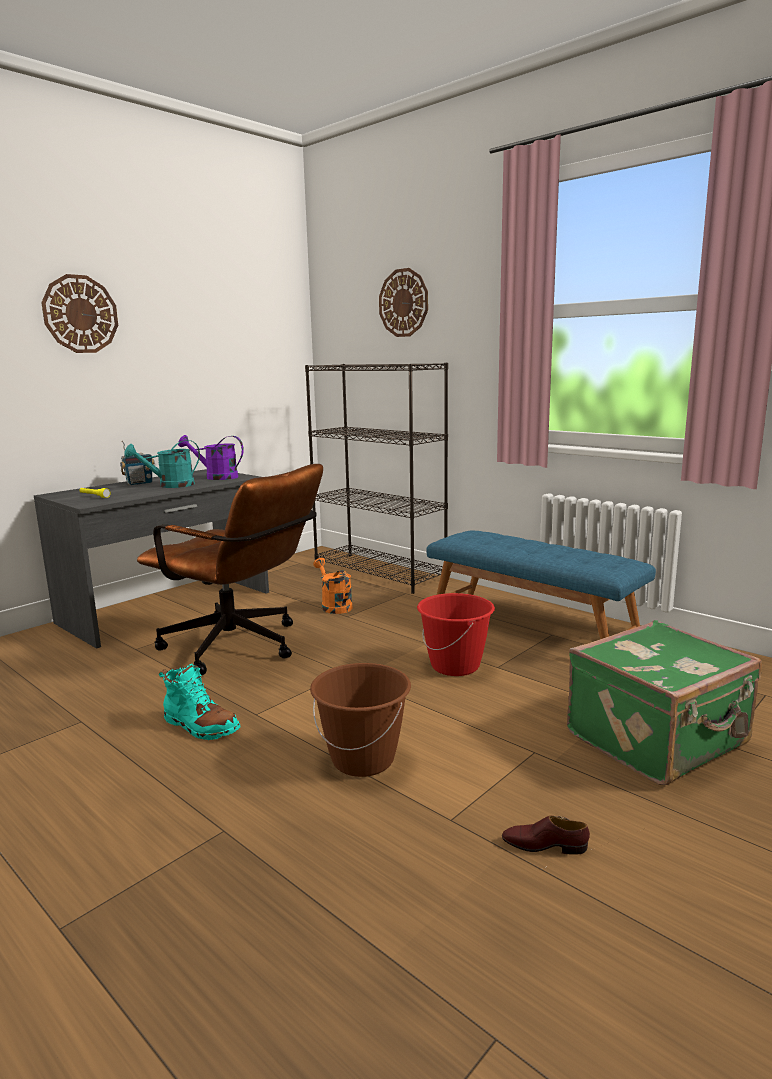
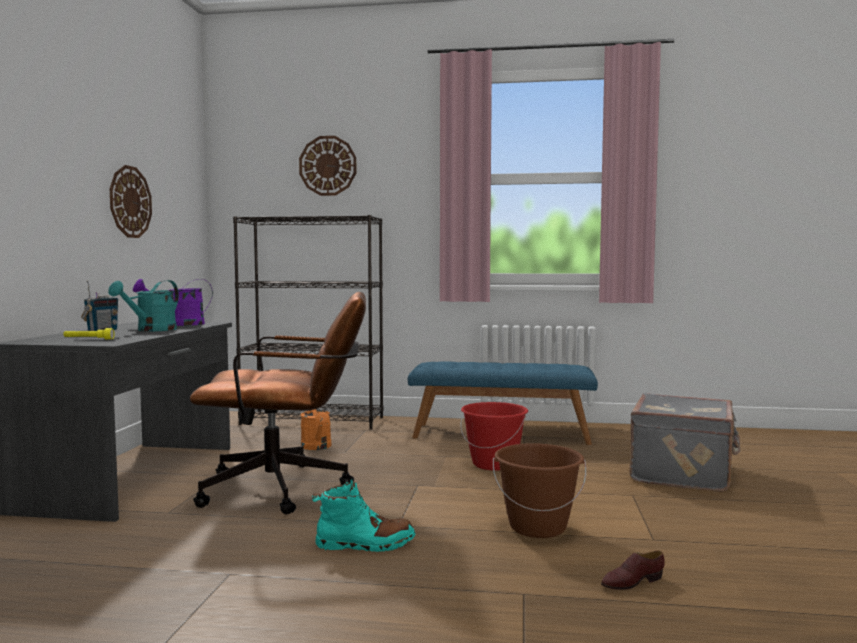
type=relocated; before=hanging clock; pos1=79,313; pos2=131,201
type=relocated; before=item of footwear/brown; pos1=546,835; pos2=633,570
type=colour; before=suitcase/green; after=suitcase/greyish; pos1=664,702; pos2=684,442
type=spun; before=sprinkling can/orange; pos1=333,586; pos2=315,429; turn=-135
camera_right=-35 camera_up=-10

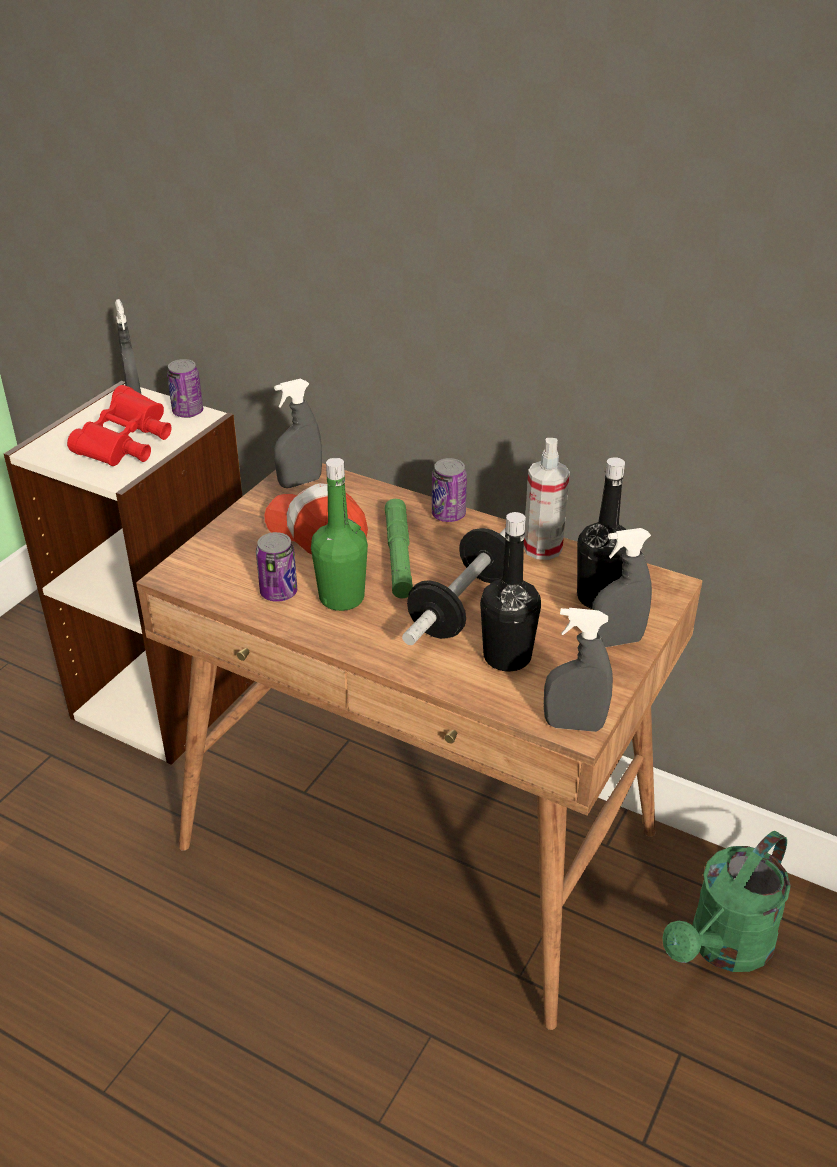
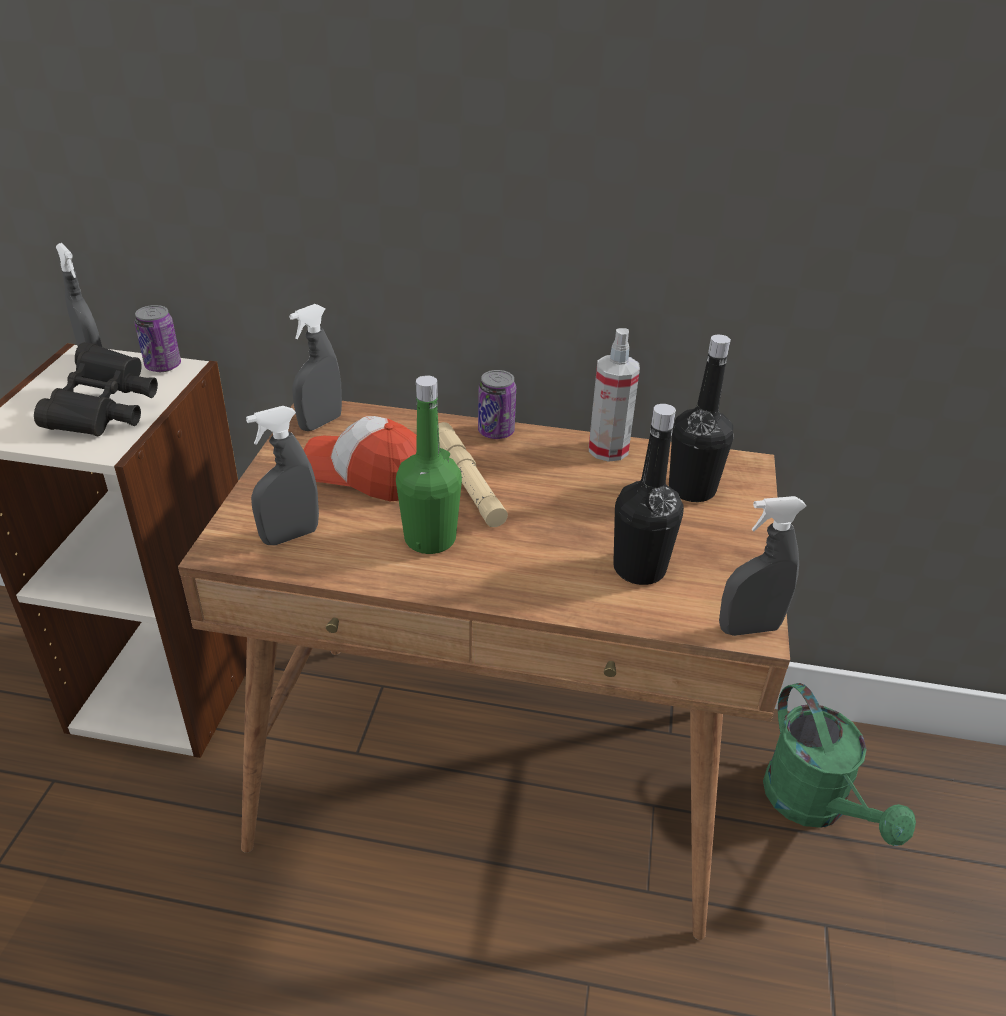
type=missing; before=sealed can; pos1=276,567
type=missing; before=free weight; pos1=454,586
type=relocated; before=sprayer/greyish; pos1=622,587; pos2=282,475
type=colour; before=binoculars/reddish; after=binoculars/black; pos1=119,425; pos2=96,389
type=colour; before=flashlight/green; after=flashlight/sand-coloured; pos1=399,548; pos2=473,474
type=spun; before=sprinkling can/green; pos1=726,901; pos2=839,764; turn=-45
camera_right=-20 camera_up=0

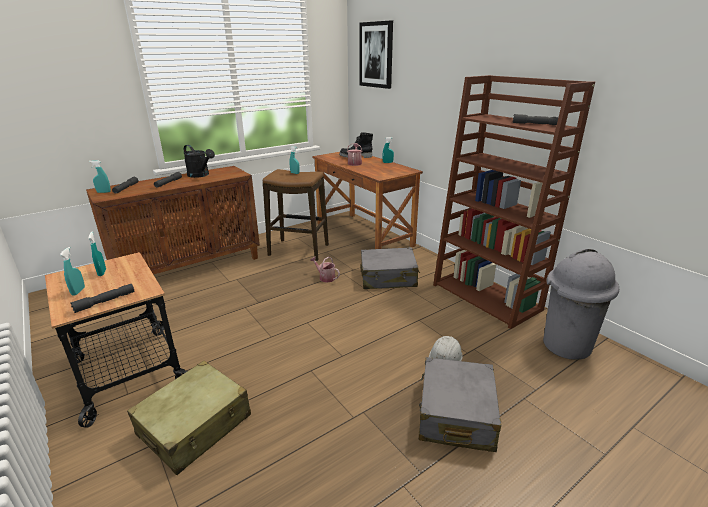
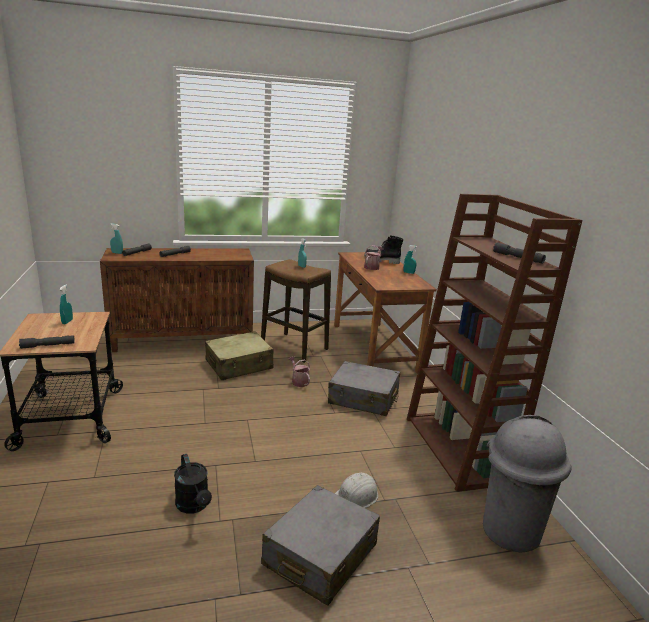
type=missing; before=sprayer/turquoise; pos1=72,271
type=missing; before=picture; pos1=376,55
type=relocated; before=suitcase/sand-coloured; pos1=189,418; pos2=239,355
type=relocated; before=sprinkling can/black; pos1=199,161; pos2=193,484
camera_right=20 camera_up=-5

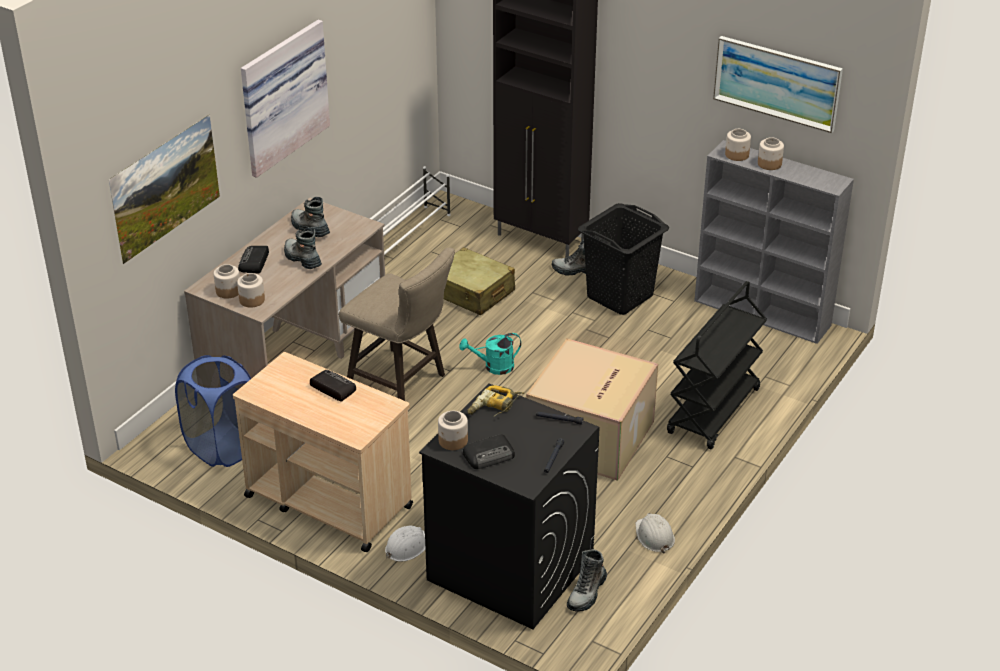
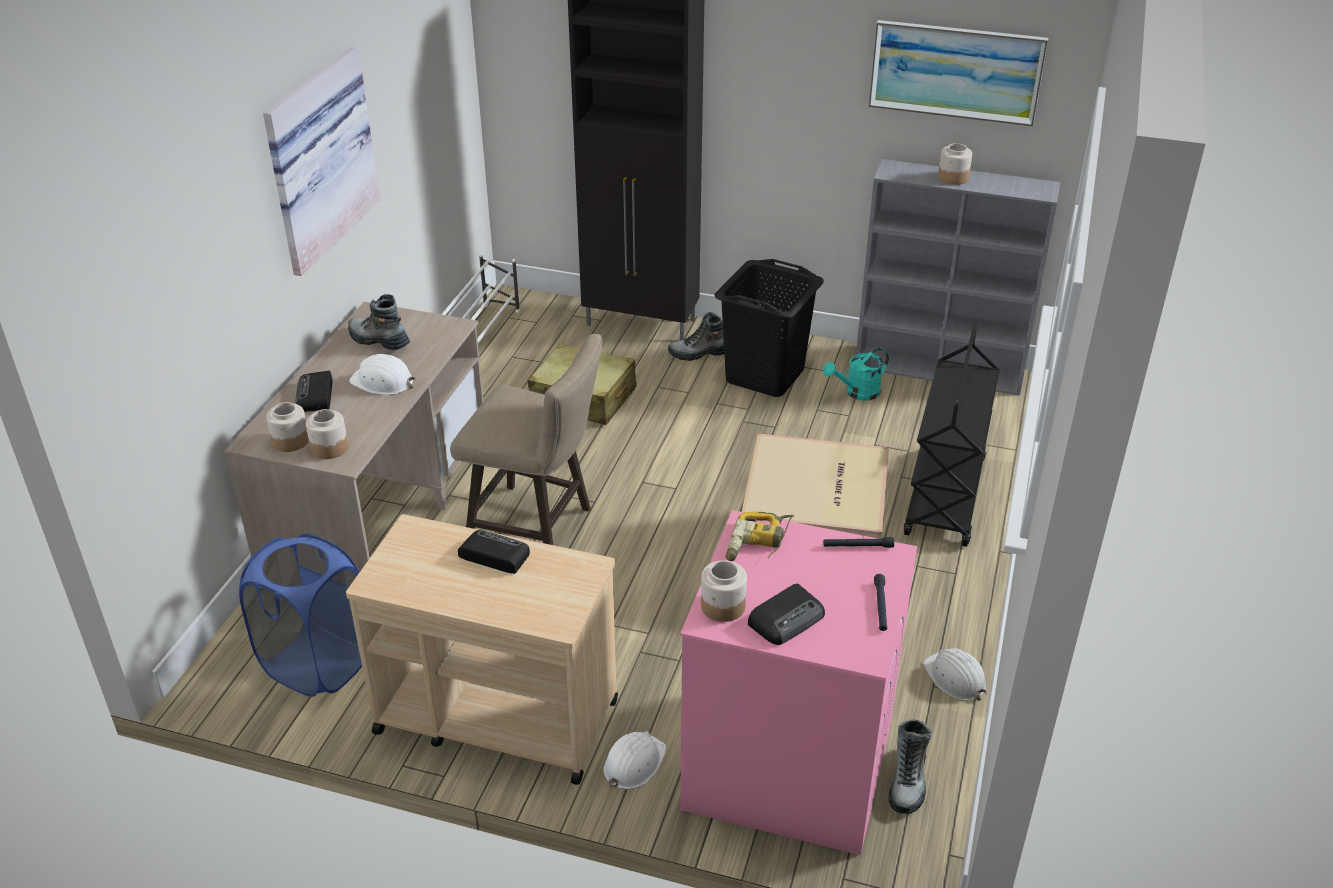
type=missing; before=picture; pos1=164,189
type=missing; before=preserve jar; pos1=738,145
type=relocated; before=sprinkling can/turquoise; pos1=490,354; pos2=856,374
type=exchanged; before=high-top boot; after=work helmet/white-coloured; pos1=303,248; pos2=382,374
type=colour; before=laundry appliance/black; after=laundry appliance/pink-coloured; pos1=509,506; pos2=798,682
camera_right=-15 camera_up=0

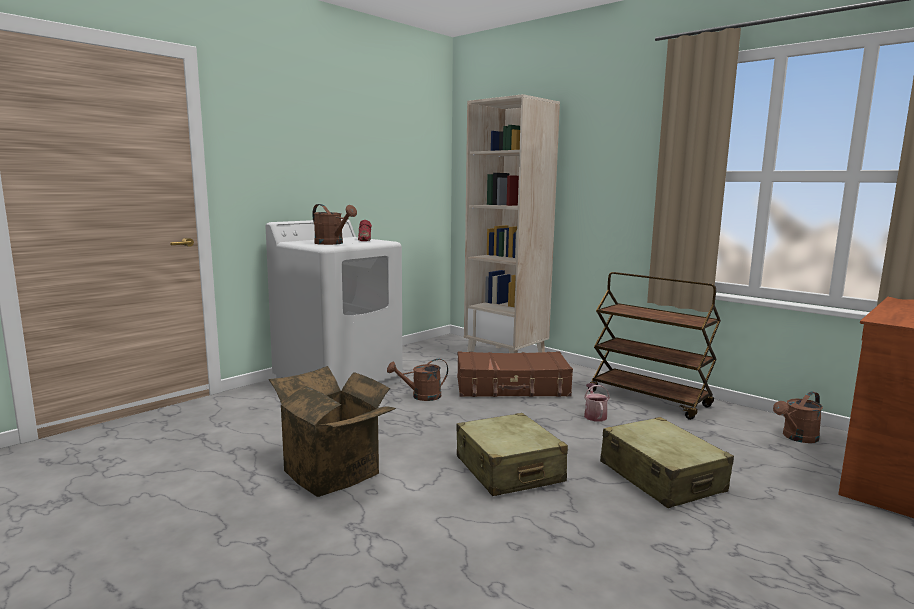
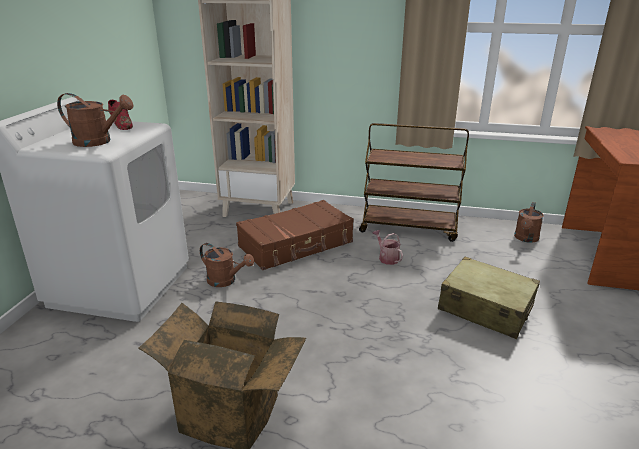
type=missing; before=suitcase/sand-coloured; pos1=512,454
type=spun; before=sprinkling can/brown; pos1=417,380; pos2=227,265; turn=-105
camera_right=-30 camera_up=15

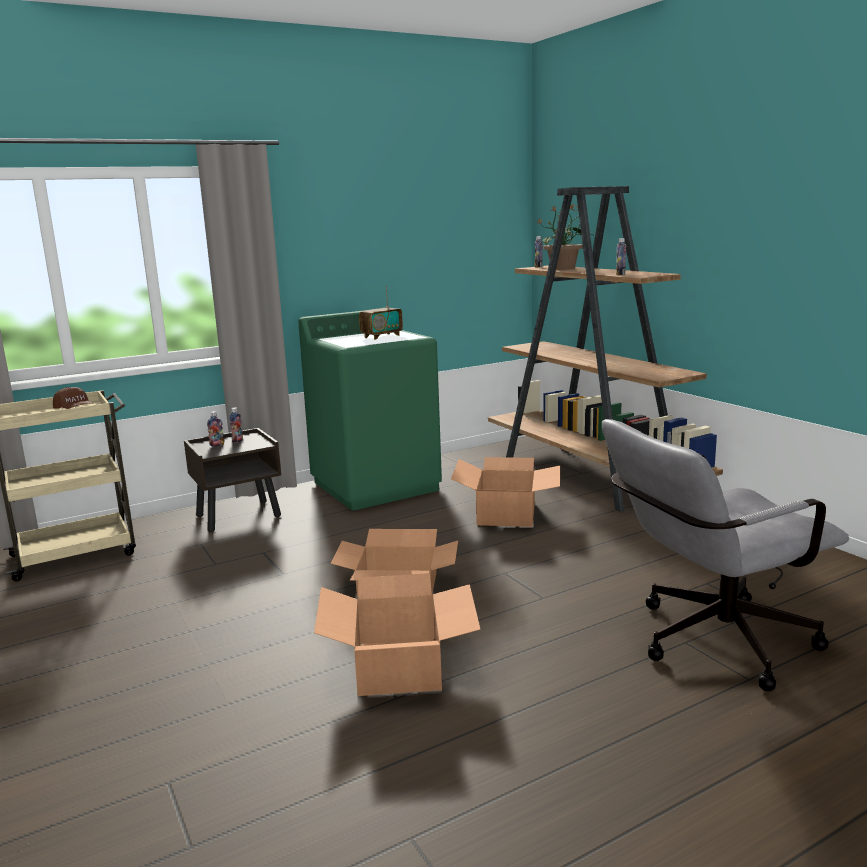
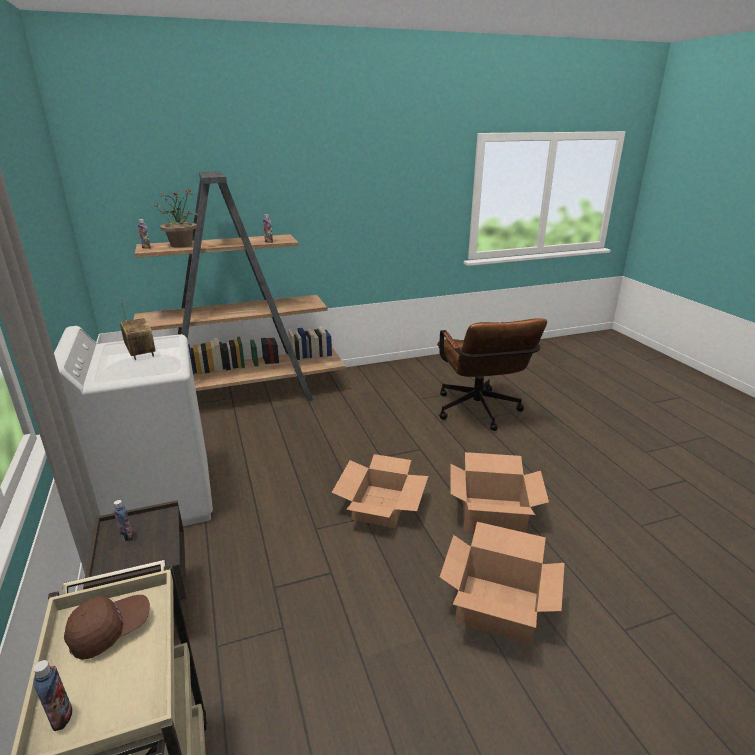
type=relocated; before=beverage bottle; pos1=215,429; pos2=52,695
type=relocated; before=carton; pos1=505,492; pos2=502,583
type=colour; before=laundry appliance/green; after=laundry appliance/white-coloured; pos1=370,410; pos2=133,426
type=colour; before=office chair/greyish; after=office chair/brown; pos1=725,555; pos2=492,375
camera_right=-80 camera_up=10

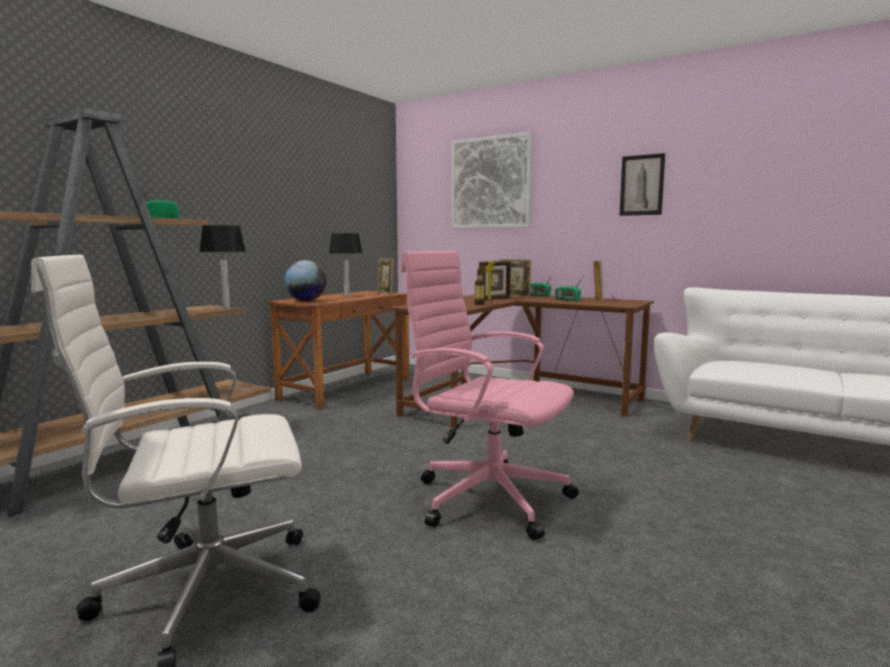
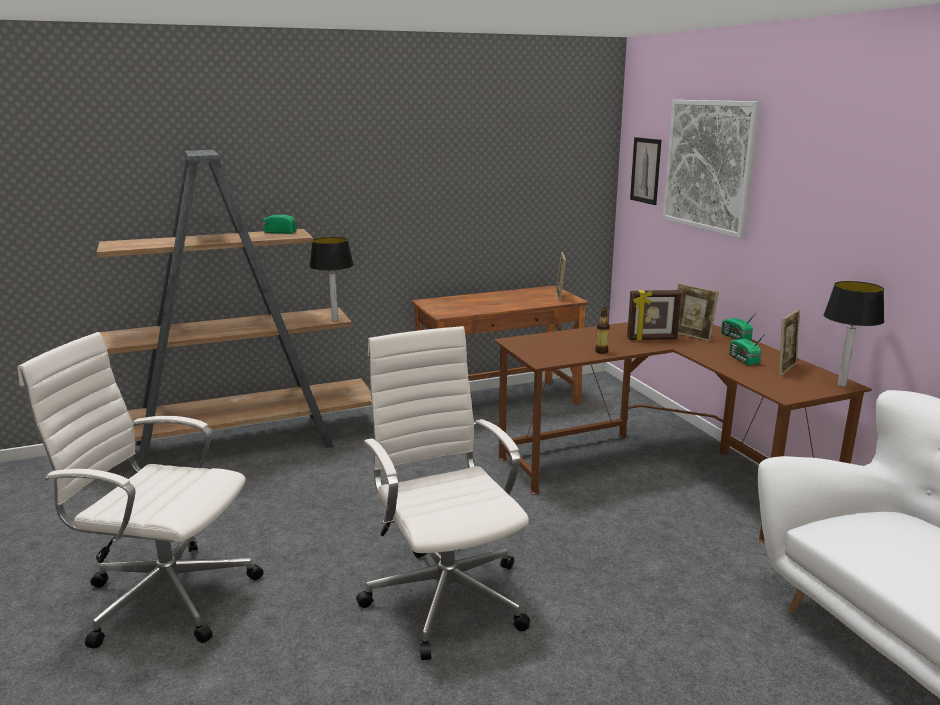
type=missing; before=globe; pos1=305,280
type=relocated; before=lamp for a table; pos1=345,265; pos2=854,334
type=relocated; before=picture; pos1=642,184; pos2=645,171
type=colour; before=office chair/pink-coloured; after=office chair/white-coloured; pos1=490,395; pos2=443,493
camera_right=35 camera_up=10

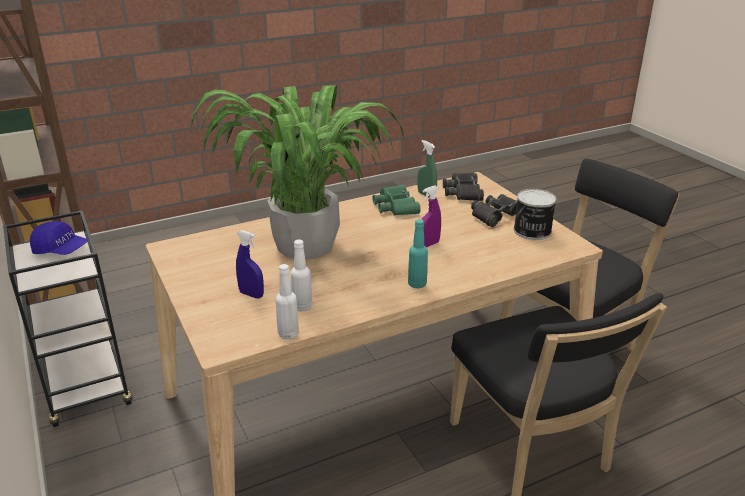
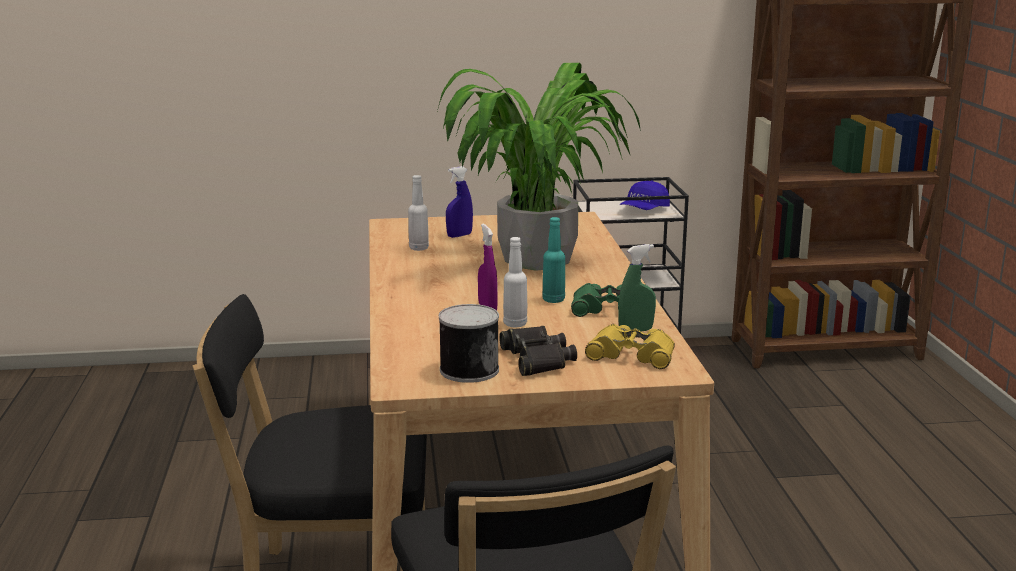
type=relocated; before=beverage bottle/white-coloured; pos1=287,301; pos2=515,282
type=relocated; before=beverage bottle/turquoise; pos1=418,253; pos2=553,260
type=colour; before=binoculars/black; after=binoculars/yellow-coloured; pos1=463,186; pos2=630,346
camera_right=110 camera_up=-10

